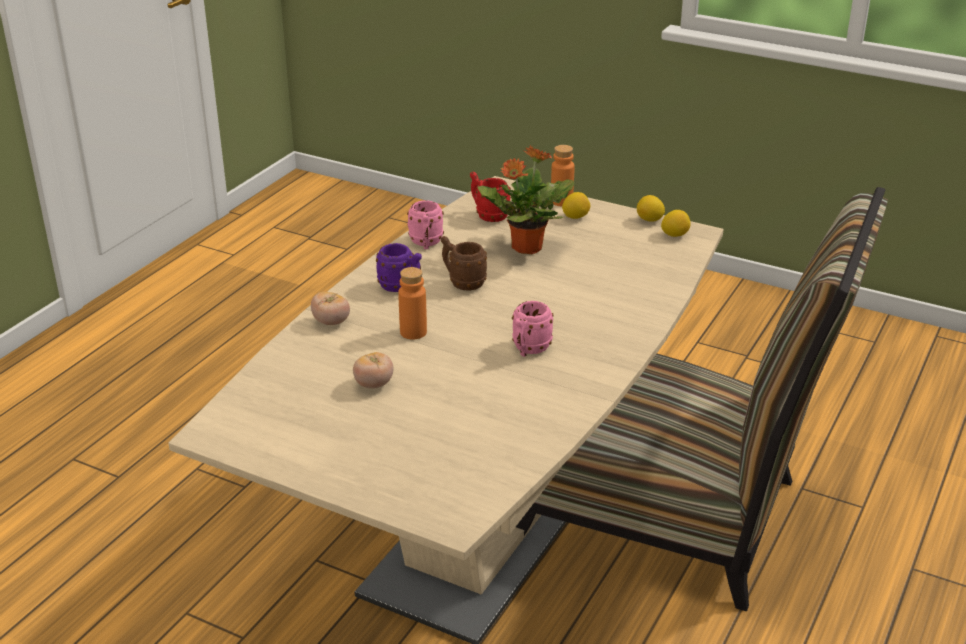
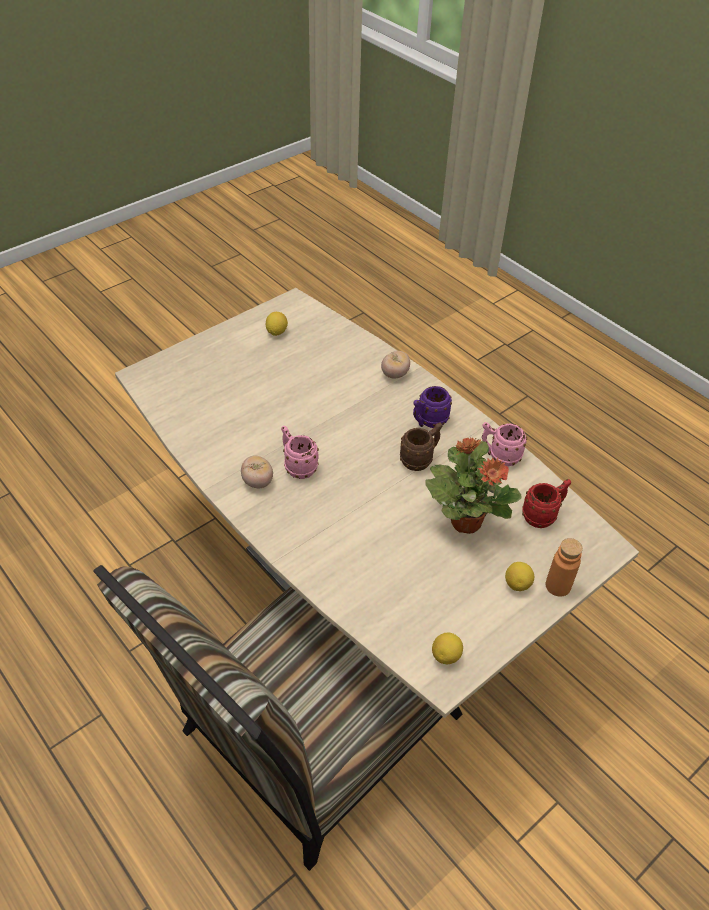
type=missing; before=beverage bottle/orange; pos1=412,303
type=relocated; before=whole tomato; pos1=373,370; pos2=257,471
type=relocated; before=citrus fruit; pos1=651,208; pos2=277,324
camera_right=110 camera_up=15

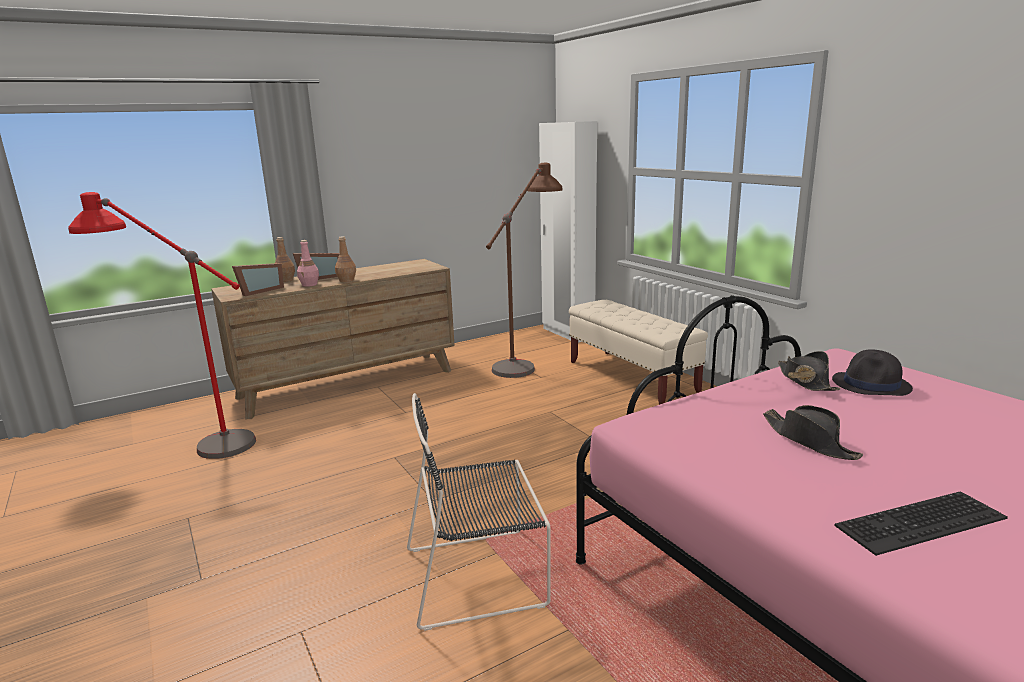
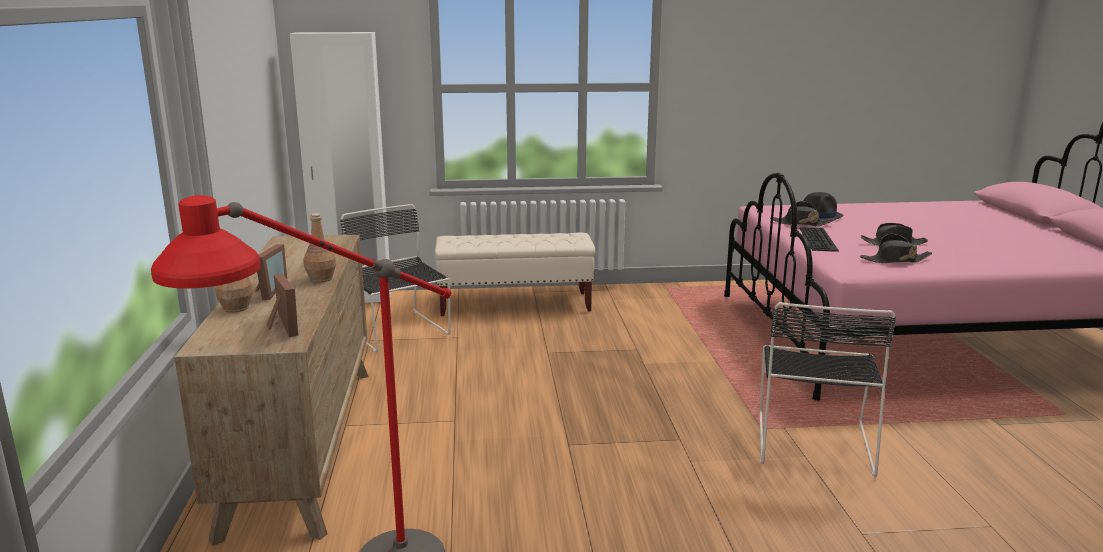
type=missing; before=beverage bottle/pink-coloured; pos1=308,263
type=appeared; after=wearable hat/black; pos2=896,248
type=relocated; before=keyboard; pos1=921,523; pos2=819,239
type=exchanged; before=standing lamp/brown; after=plain chair/black; pos1=524,270; pos2=395,278
camera_right=-65 camera_up=0

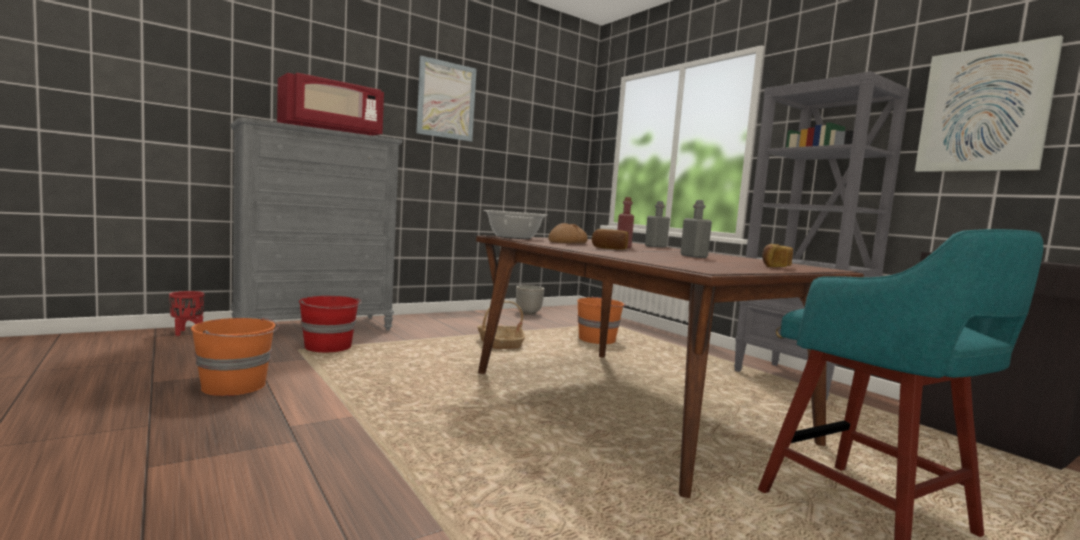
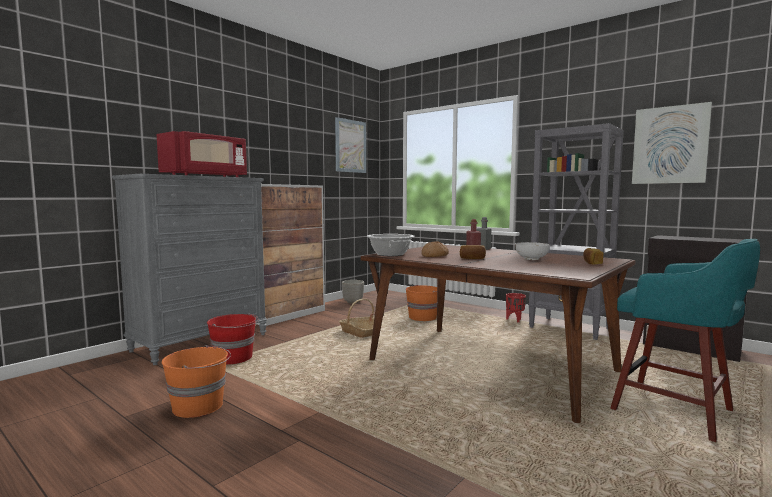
type=appeared; after=cupboard; pos2=290,255
type=relocated; before=planter/reddish; pos1=186,313; pos2=516,307
type=relocated; before=picture; pos1=446,98; pos2=350,145
type=exchanged; before=beverage bottle/greyish; after=serving bowl; pos1=696,229; pos2=533,251
camera_right=-15 camera_up=0

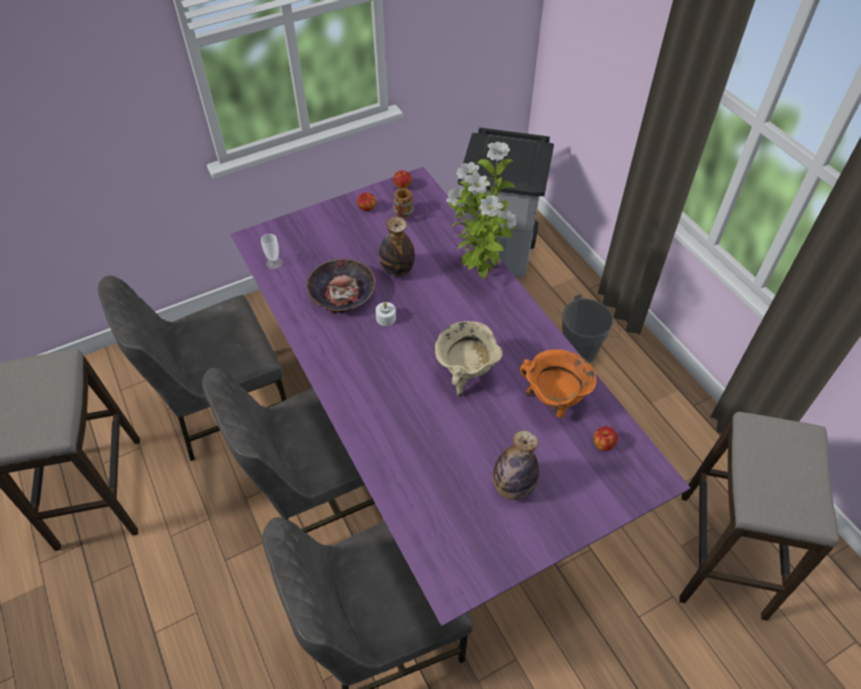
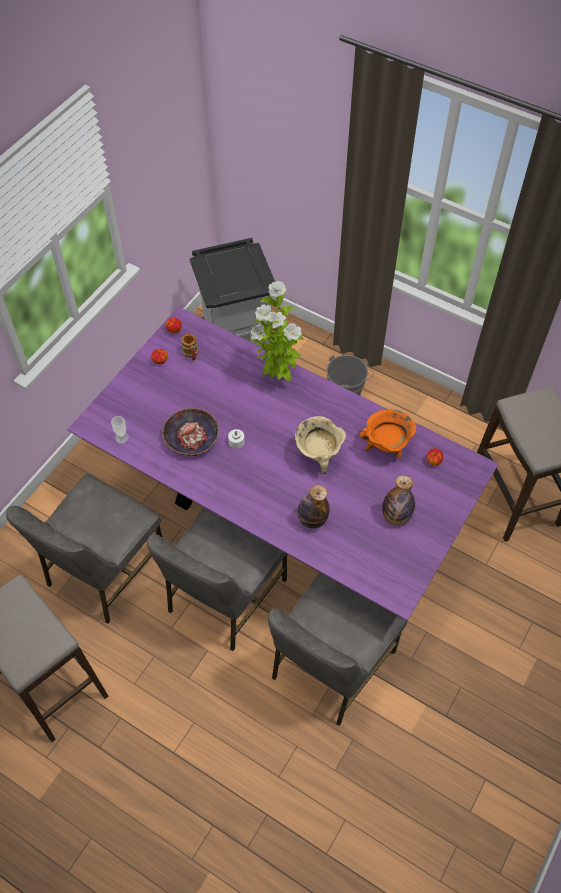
type=relocated; before=beverage bottle; pos1=397,247; pos2=313,507
camera_right=-30 camera_up=5

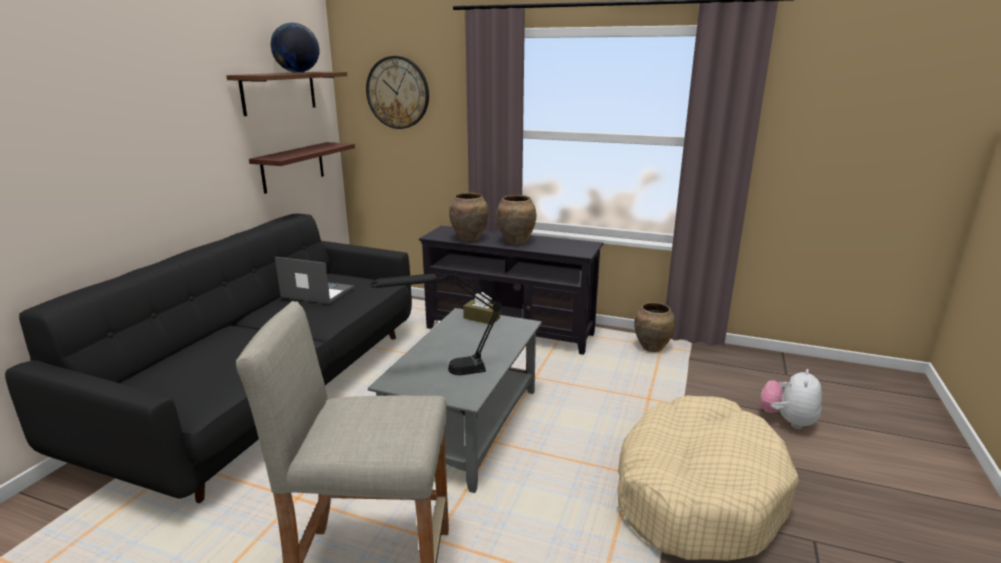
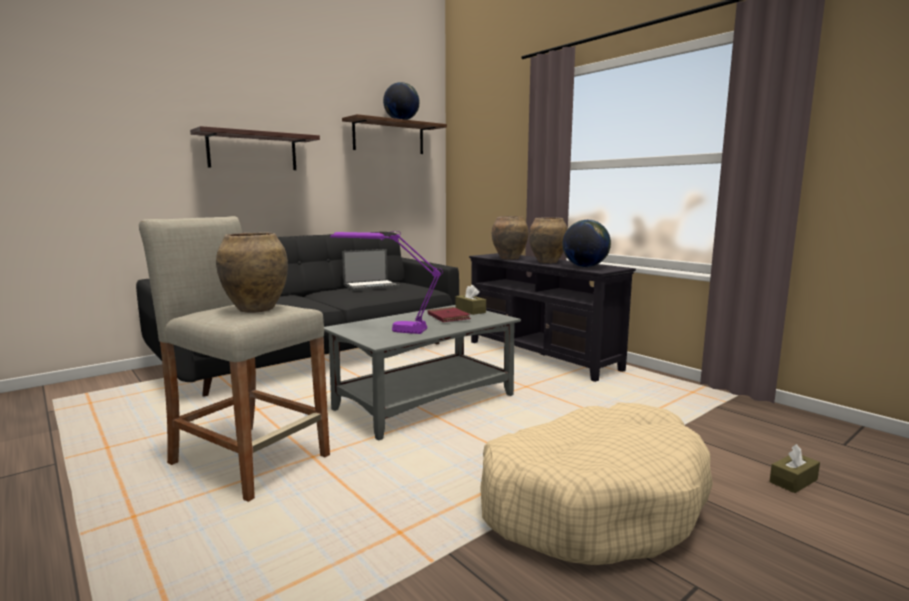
type=missing; before=hanging clock; pos1=397,92
type=appeared; after=book/reddish; pos2=449,314
type=appeared; after=globe; pos2=586,243
type=relocated; before=bracket shelf; pos1=302,168; pos2=255,148
type=relocated; before=decorative vase/brown; pos1=654,327; pos2=252,272
type=exchanged; before=plush toy; after=tissue box/brown; pos1=791,399; pos2=794,468
type=colour; before=lamp for a table/black; after=lamp for a table/purple-coloured; pos1=436,323; pos2=386,282
type=spun; before=notebook computer; pos1=315,280; pos2=371,270; turn=105
camera_right=30 camera_up=-10

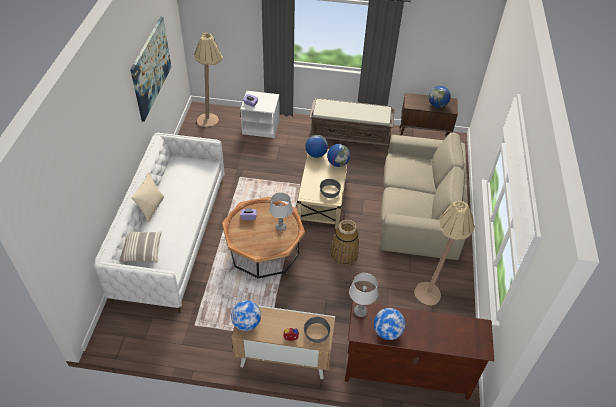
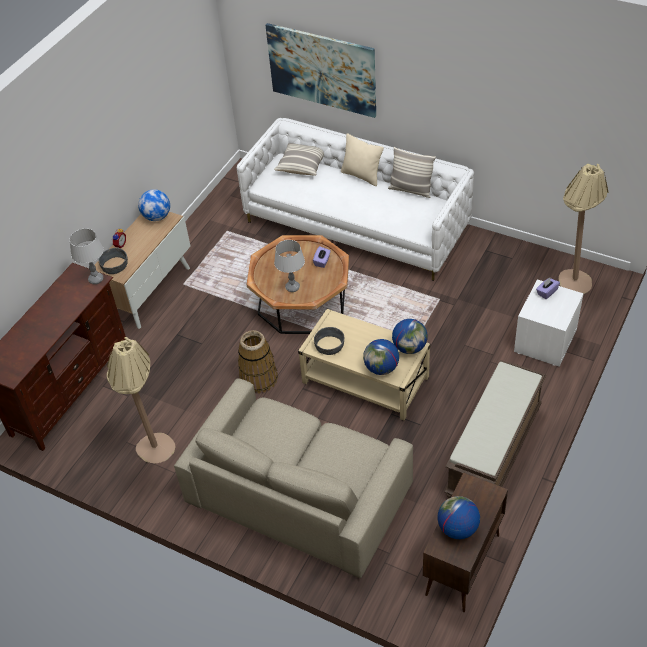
type=missing; before=globe; pos1=389,324
type=appeared; after=throw pillow; pos2=412,172
type=relocated; before=picture; pos1=150,69; pos2=320,70
camera_right=115 camera_up=0

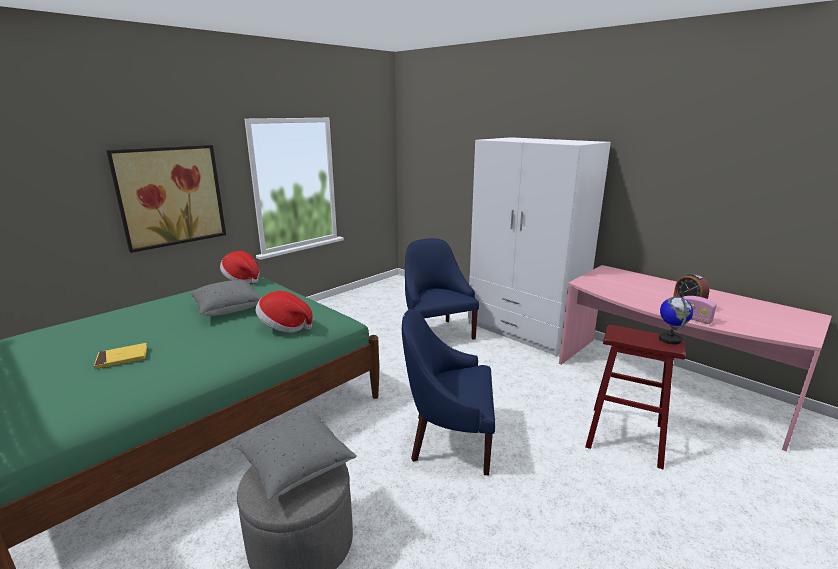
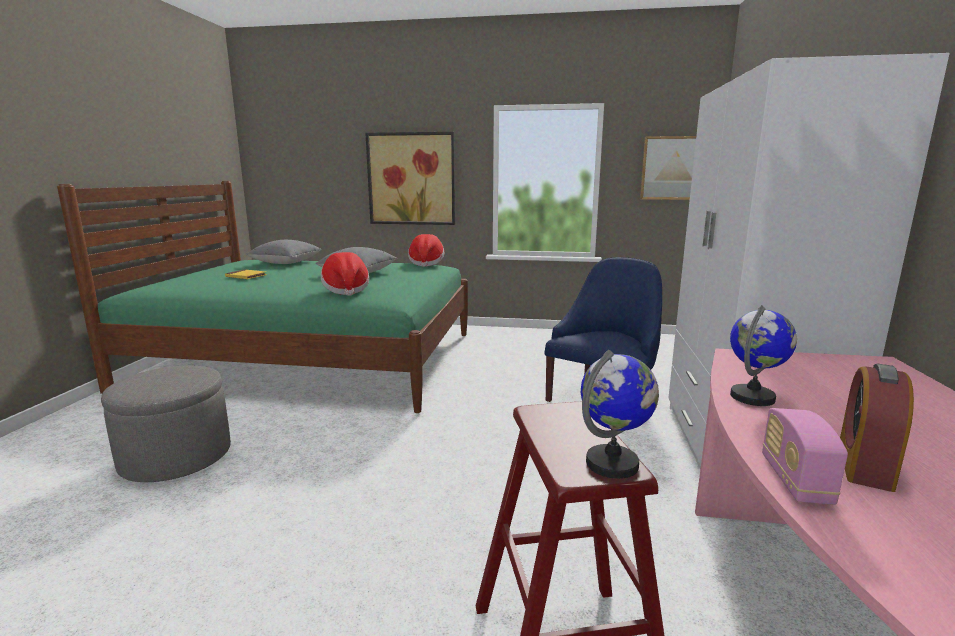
type=missing; before=armchair/blue; pos1=448,392
type=appeared; after=picture; pos2=668,168
type=appeared; after=globe; pos2=763,355
type=relocated; before=throw pillow/greyish; pos1=296,457; pos2=284,252
camera_right=55 camera_up=-5

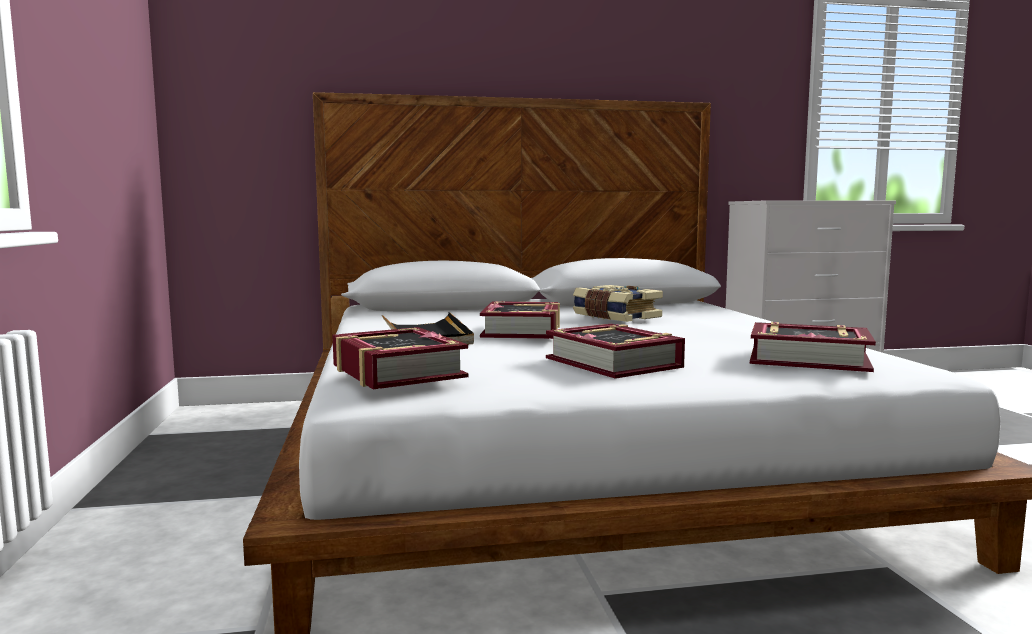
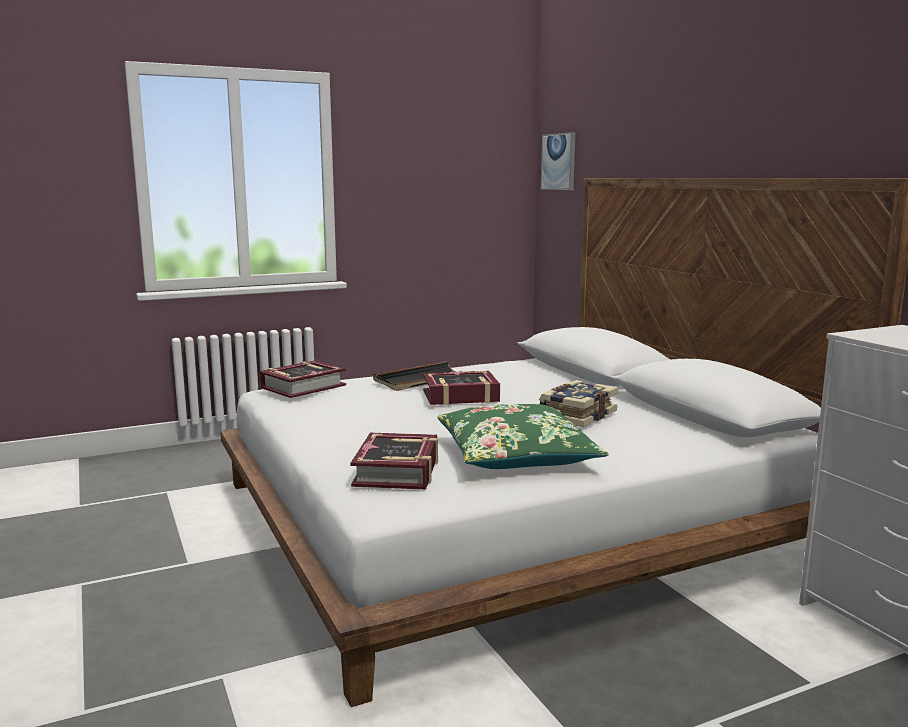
type=missing; before=book; pos1=615,351
type=appeared; after=throw pillow/green; pos2=523,436
type=appeared; after=picture; pos2=558,161
camera_right=75 camera_up=5

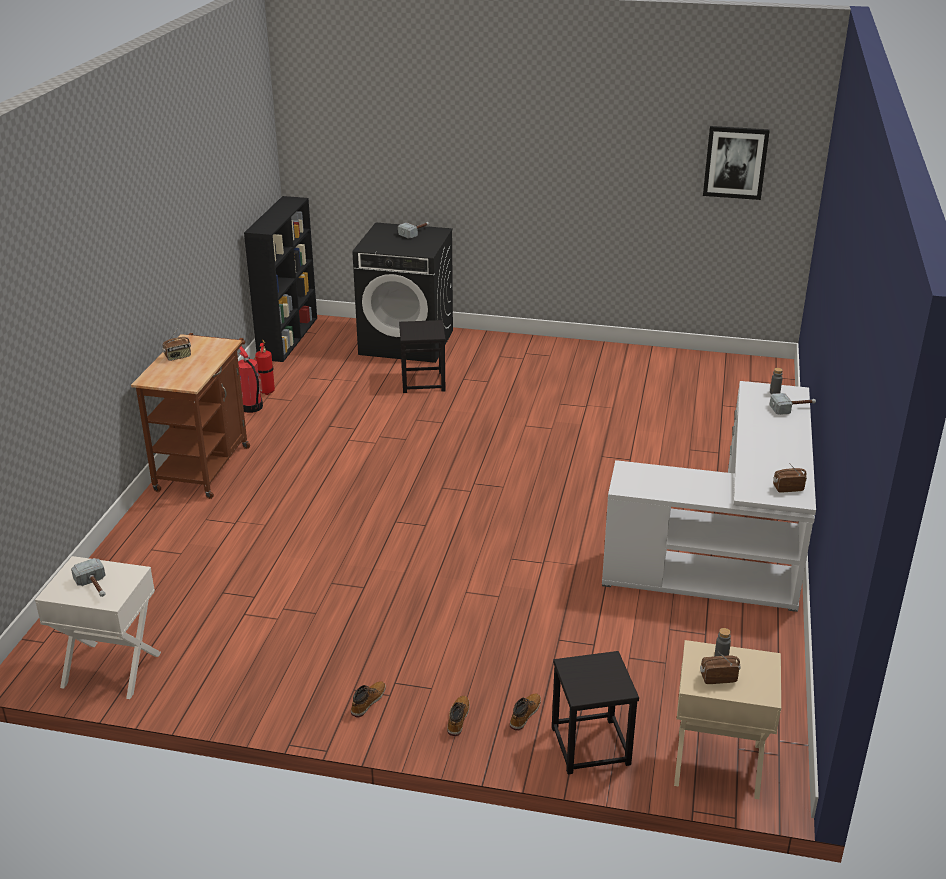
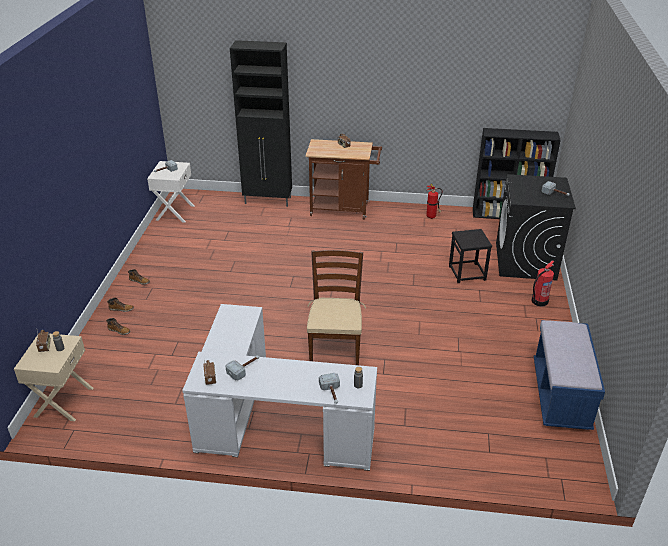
type=missing; before=stool/black; pos1=595,712
type=missing; before=picture; pos1=736,163
type=appeared; after=hand hammer; pos2=242,367
type=appeared; after=cupboard/black; pos2=261,123
type=appeared; after=plain chair/brown; pos2=336,307
type=appeared; after=indoor bench/blue; pos2=569,375
type=relocated; before=fire extinguisher; pos1=250,379; pos2=543,283
camera_right=85 camera_up=5

